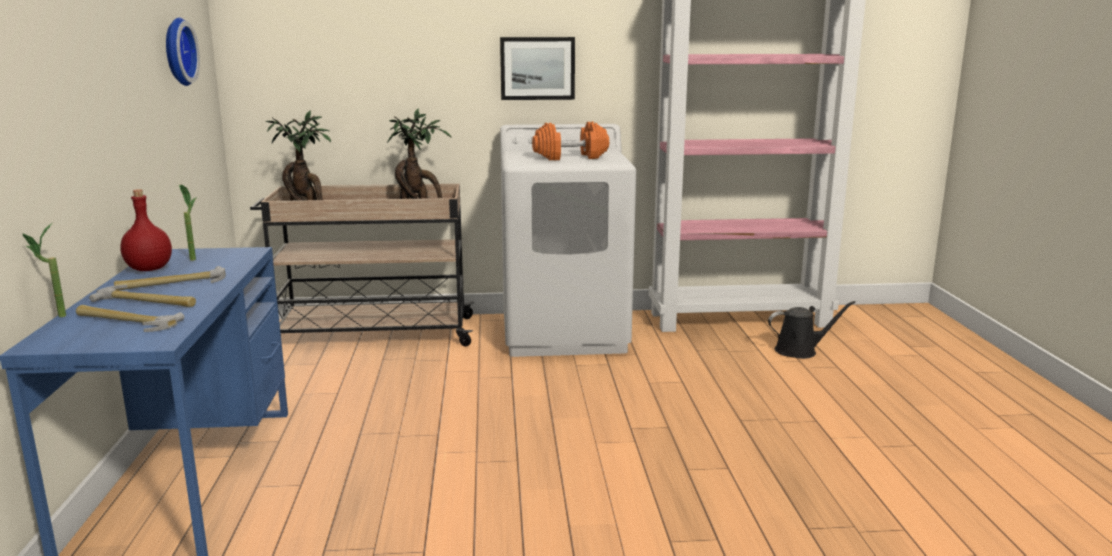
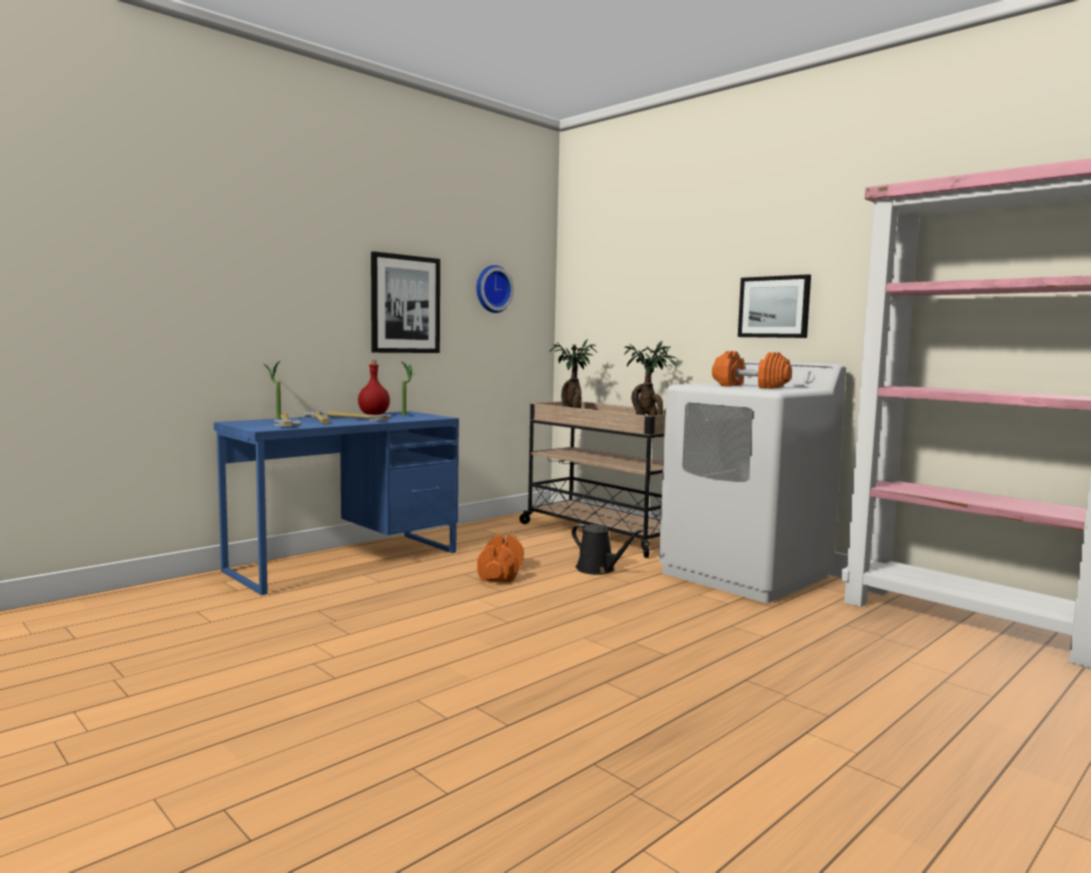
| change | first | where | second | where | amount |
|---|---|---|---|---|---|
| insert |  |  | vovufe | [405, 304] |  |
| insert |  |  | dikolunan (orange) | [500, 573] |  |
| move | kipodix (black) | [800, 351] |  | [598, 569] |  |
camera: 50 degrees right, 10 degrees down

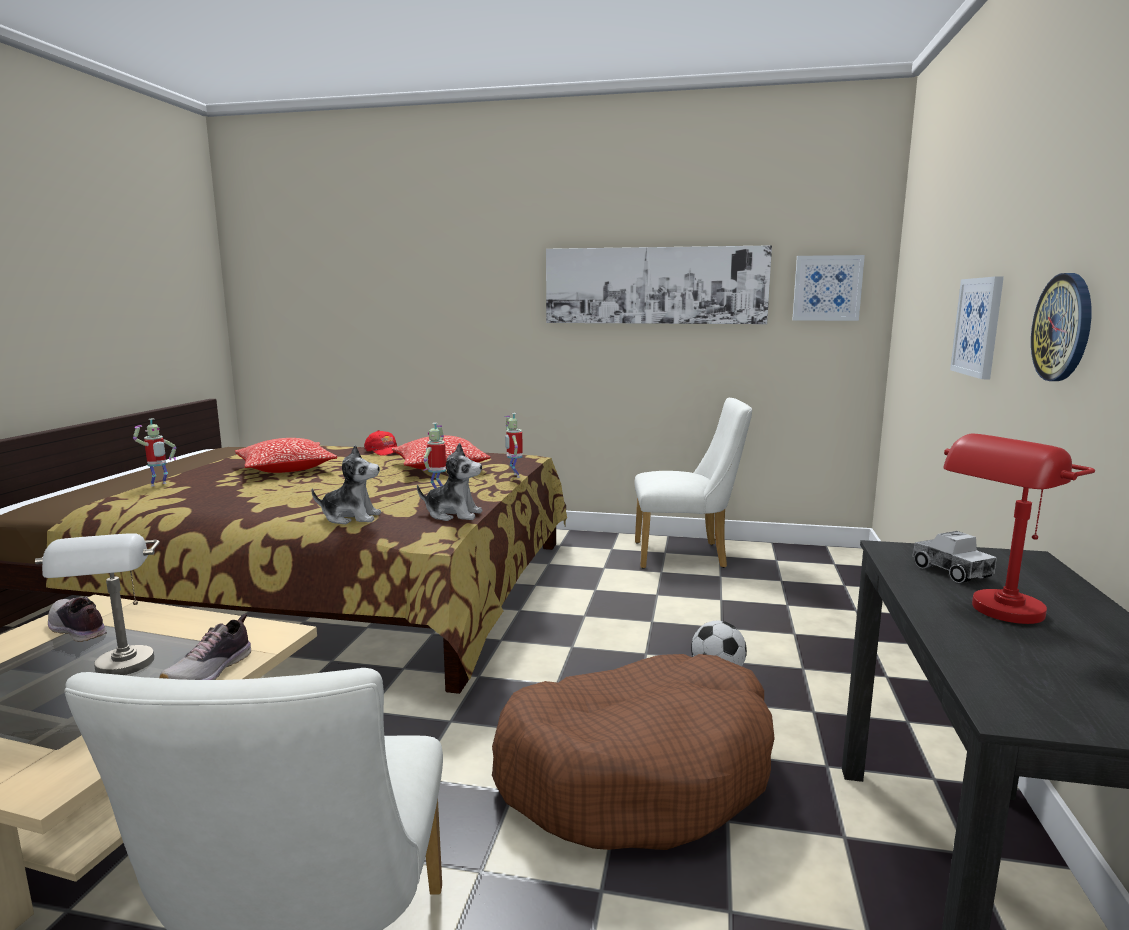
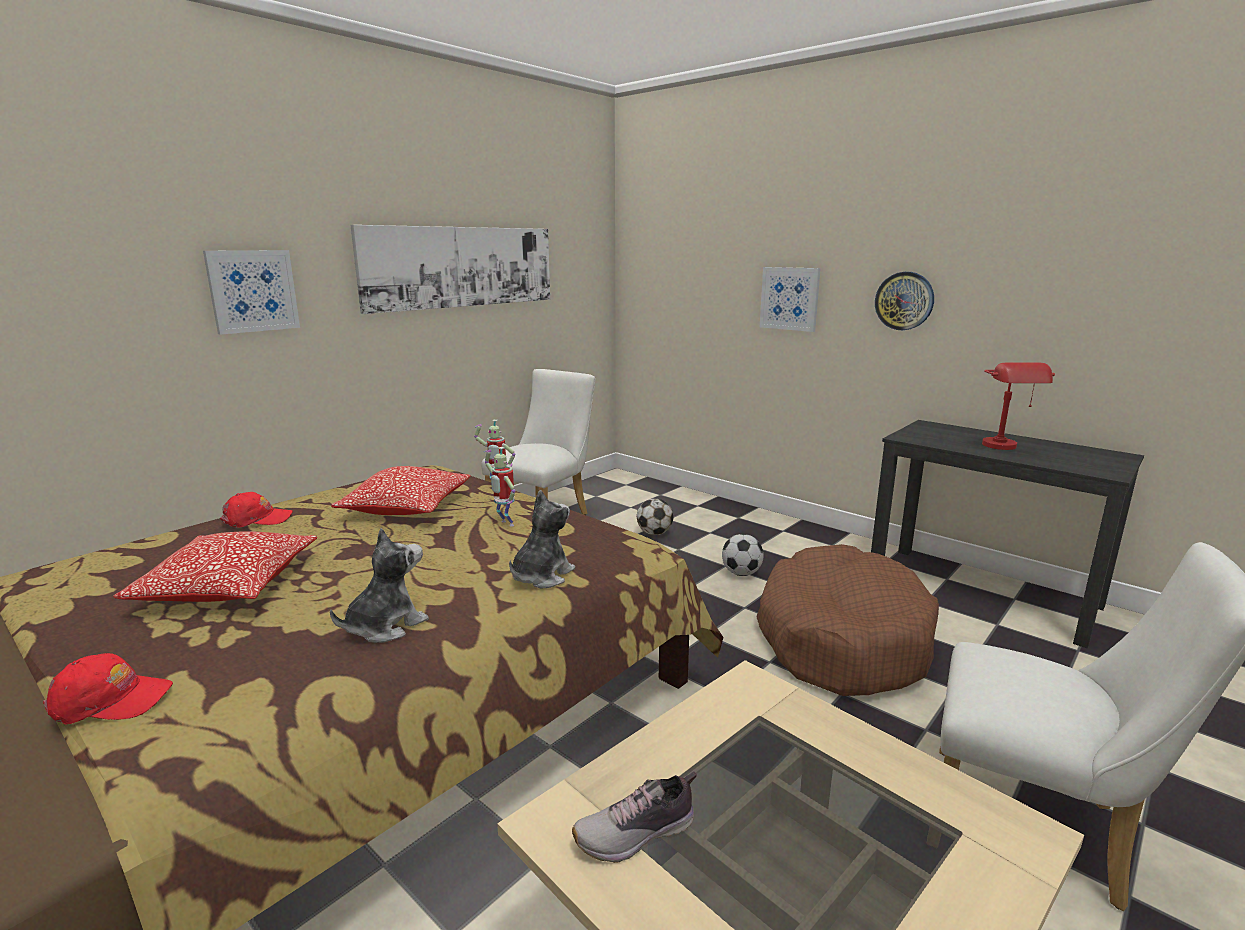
| change | first | where | second | where | amount |
|---|---|---|---|---|---|
| replace | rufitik | [159, 485] | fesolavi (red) | [111, 700] |  |
| move | vovufe | [827, 288] |  | [252, 291] |  |
| move | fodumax | [453, 514] |  | [385, 626] |  |
| insert |  |  | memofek | [654, 533] |  |
| delete | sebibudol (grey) | [121, 672] |  |  |  |
| delete | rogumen | [211, 671] |  |  |  |
| delete | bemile | [951, 571] |  |  |  |
camera: 60 degrees left, 5 degrees up

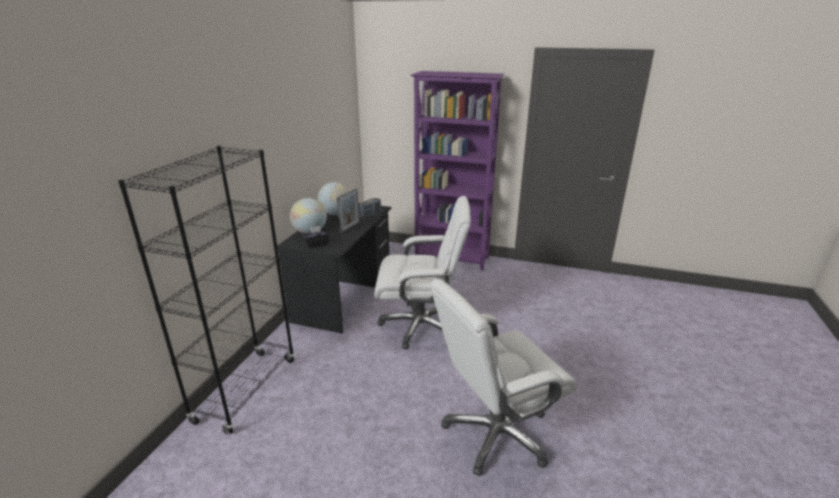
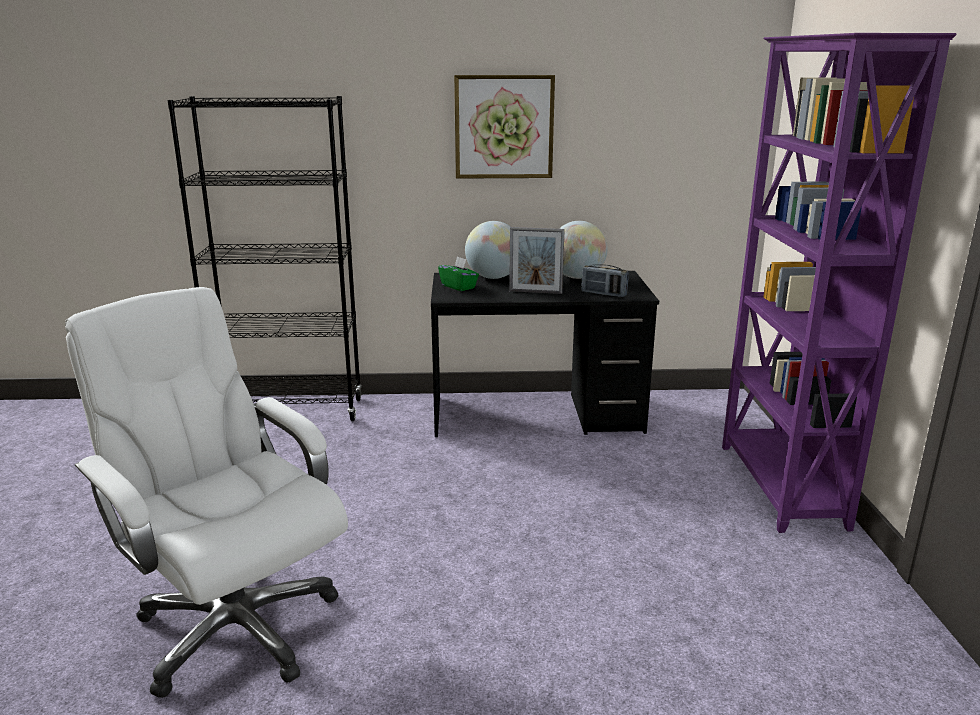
| change | first | where | second | where | amount |
|---|---|---|---|---|---|
| recolor | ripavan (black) | [317, 244] | ripavan (green) | [458, 286] |  |
| insert |  |  | vovufe | [504, 127] |  |
| delete | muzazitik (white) | [420, 325] |  |  |  |
camera: 70 degrees right, 5 degrees down

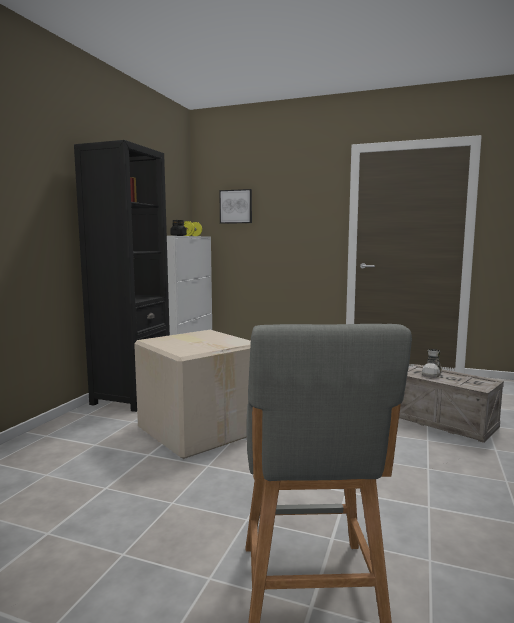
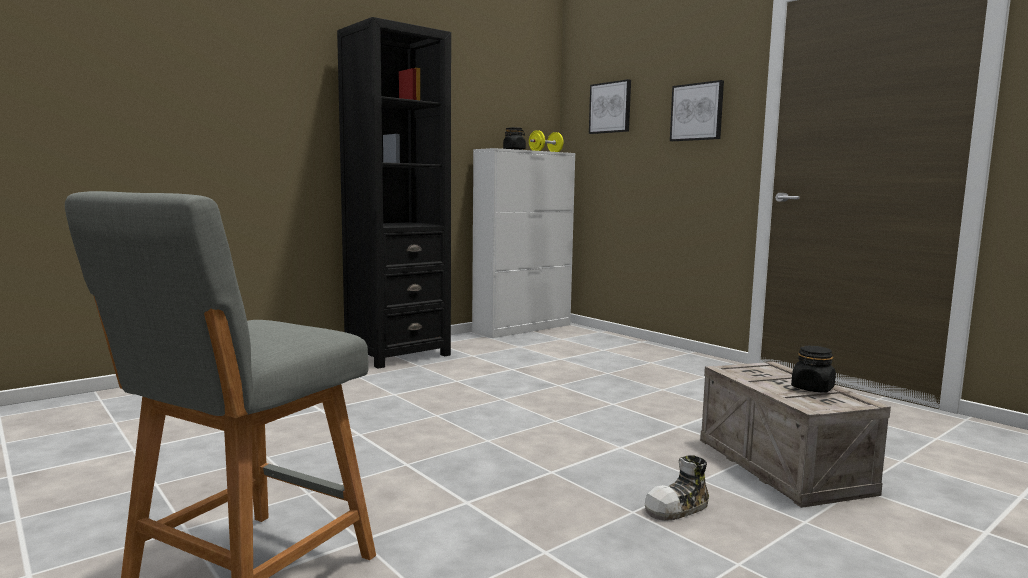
| change | first | where | second | where | amount |
|---|---|---|---|---|---|
| move | rogumen | [432, 373] |  | [678, 508] |  |
| insert |  |  | vovufe | [697, 112] |  |
| insert |  |  | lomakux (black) | [812, 388] |  |
| delete | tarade | [199, 429] |  |  |  |
camera: 30 degrees right, 0 degrees up

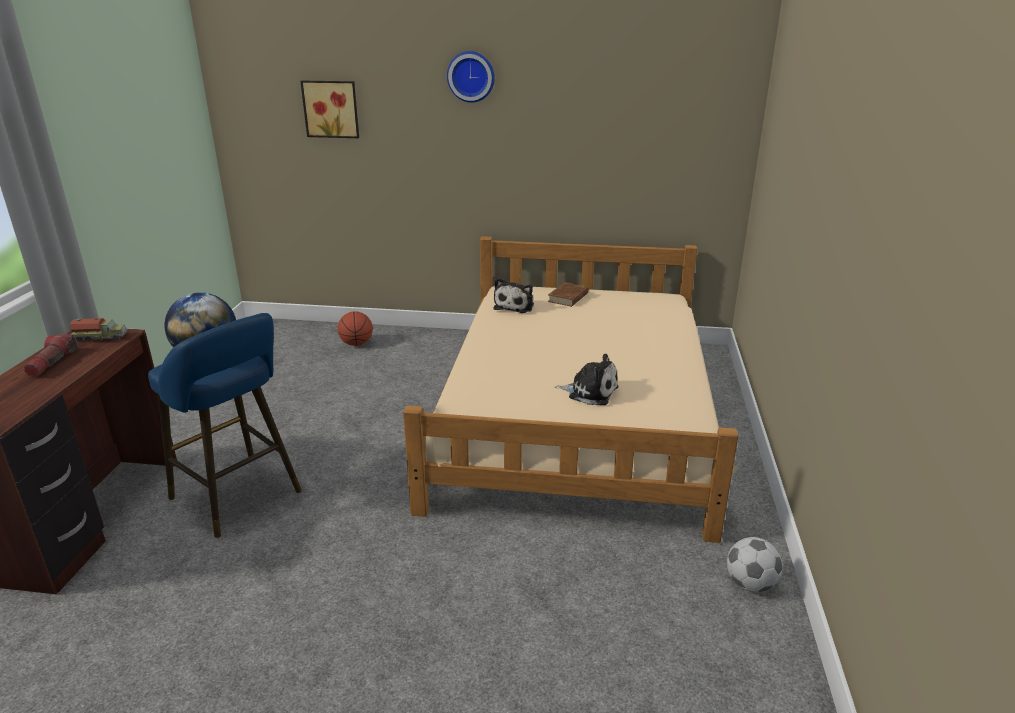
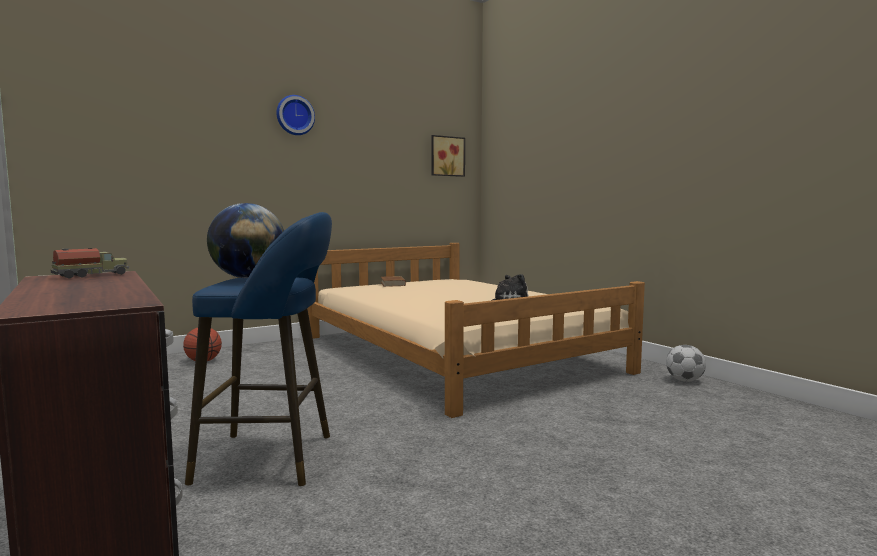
| change | first | where | second | where | amount |
|---|---|---|---|---|---|
| move | vovufe | [331, 109] |  | [446, 156] |  |
| delete | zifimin | [52, 363] |  |  |  |
| delete | fodumax | [515, 306] |  |  |  |
camera: 40 degrees left, 20 degrees down

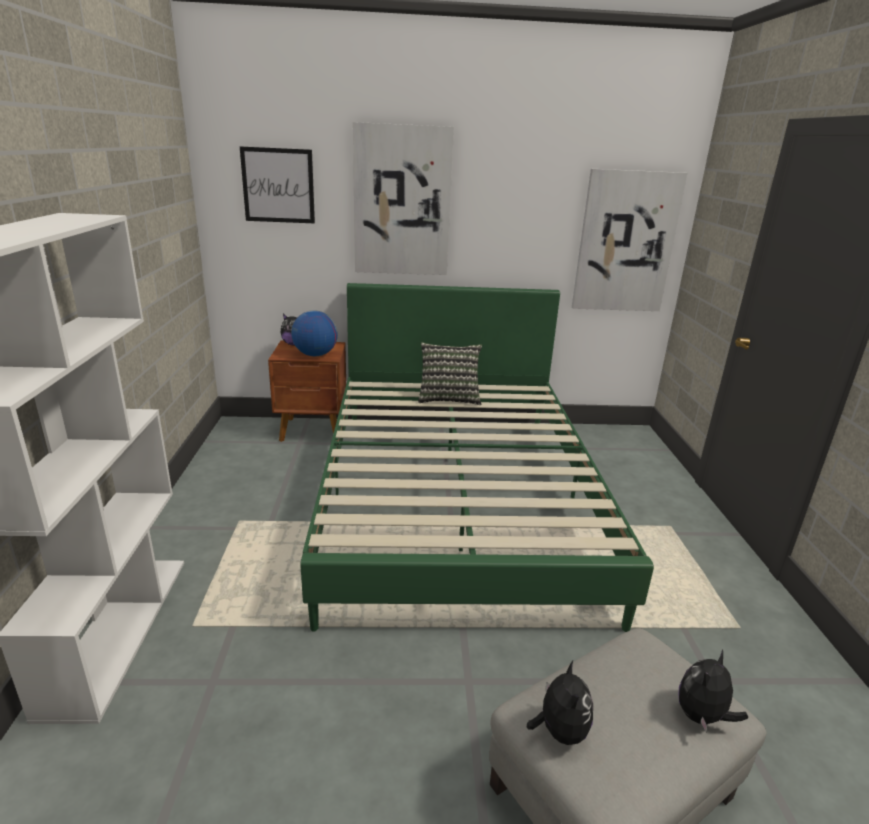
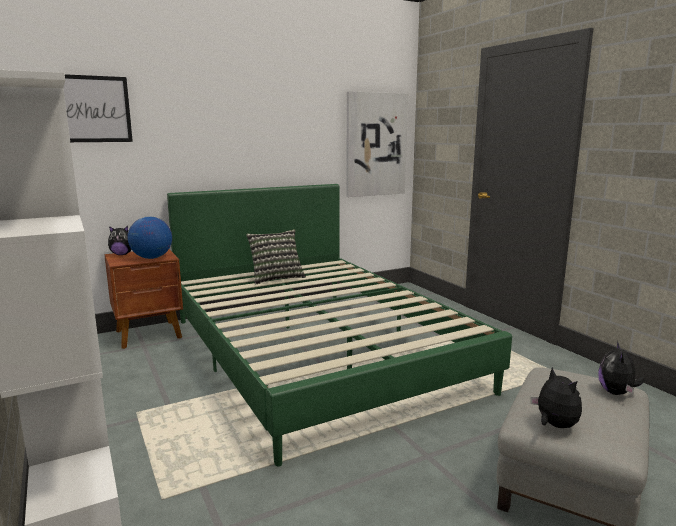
| change | first | where | second | where | amount |
|---|---|---|---|---|---|
| delete | vovufe | [402, 202] |  |  |  |
camera: 25 degrees left, 10 degrees down

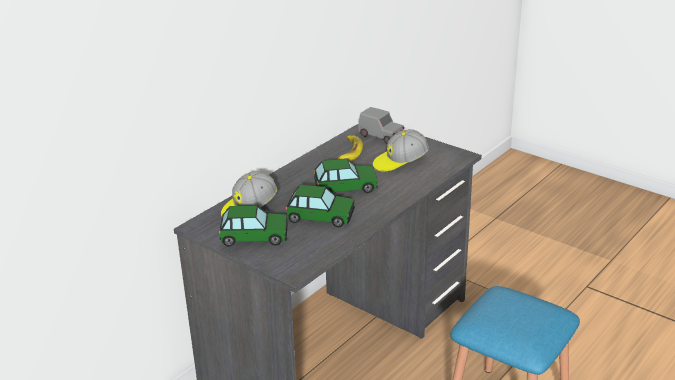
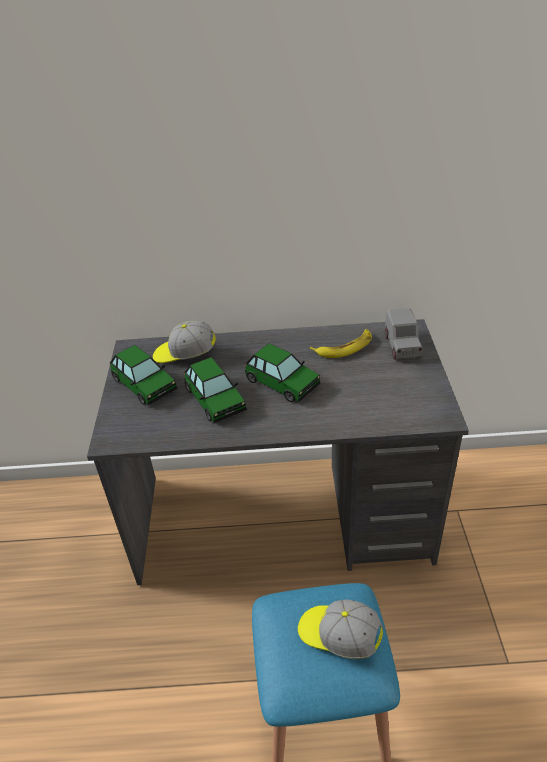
| change | first | where | second | where | amount |
|---|---|---|---|---|---|
| move | fesolavi | [400, 162] |  | [338, 636] |  |
camera: 50 degrees right, 10 degrees up

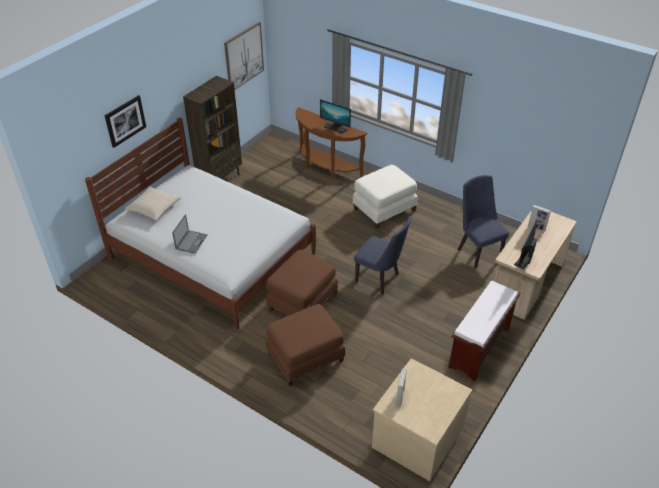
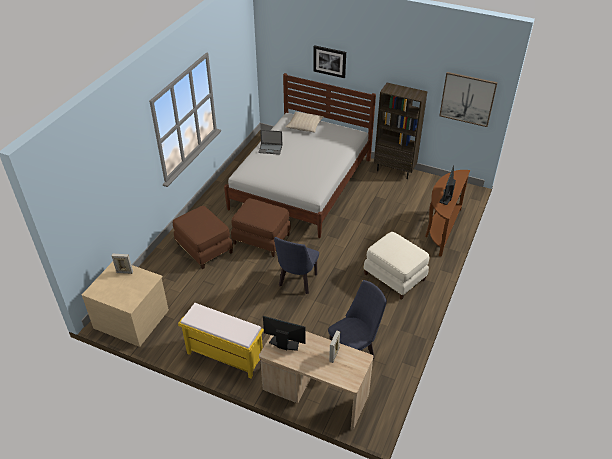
| change | first | where | second | where | amount |
|---|---|---|---|---|---|
| recolor | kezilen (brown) | [479, 348] | kezilen (yellow) | [224, 356] |  |
camera: 80 degrees right, 0 degrees up

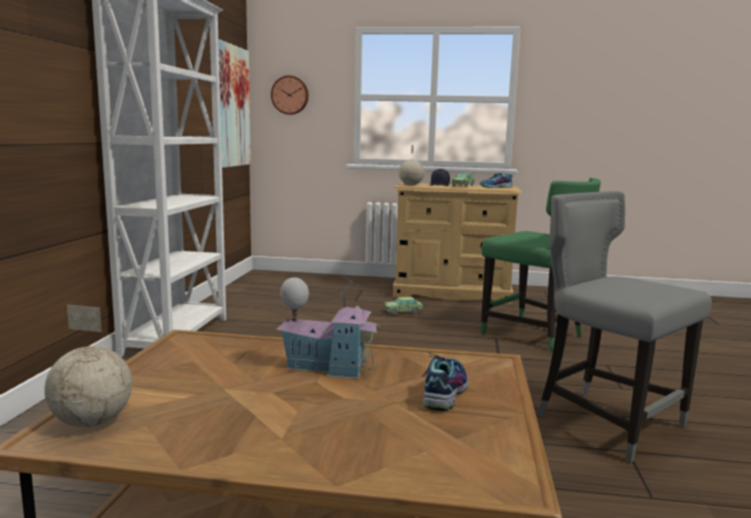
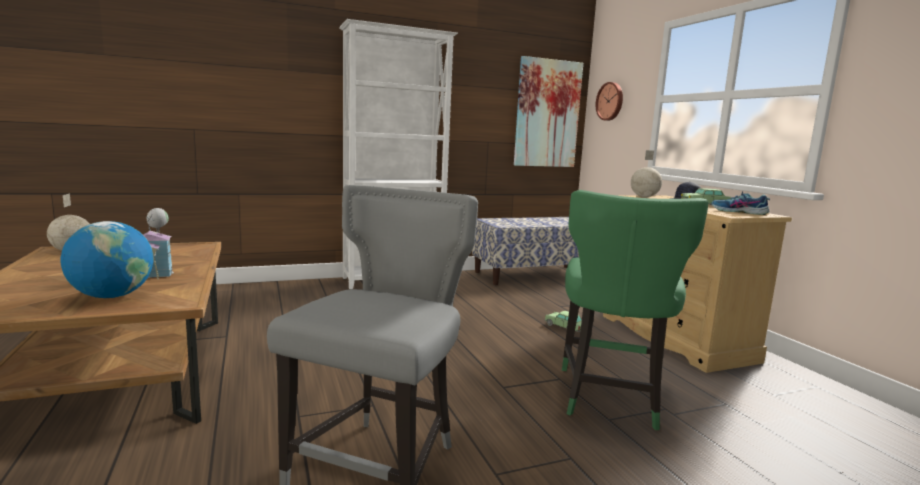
| change | first | where | second | where | amount |
|---|---|---|---|---|---|
| replace | rogumen | [443, 391] | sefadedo | [112, 296] |  |
| insert |  |  | kezilen | [533, 275] |  |
camera: 60 degrees right, 0 degrees up

